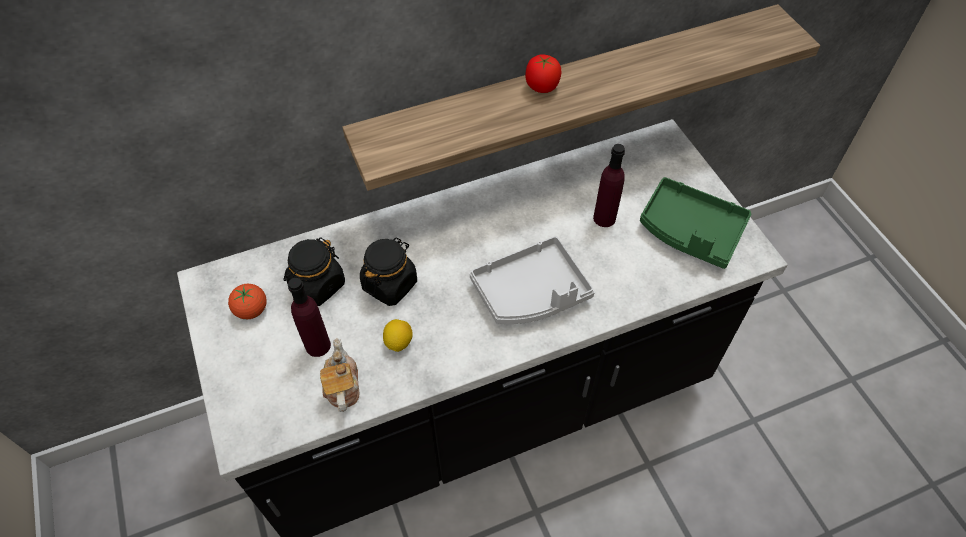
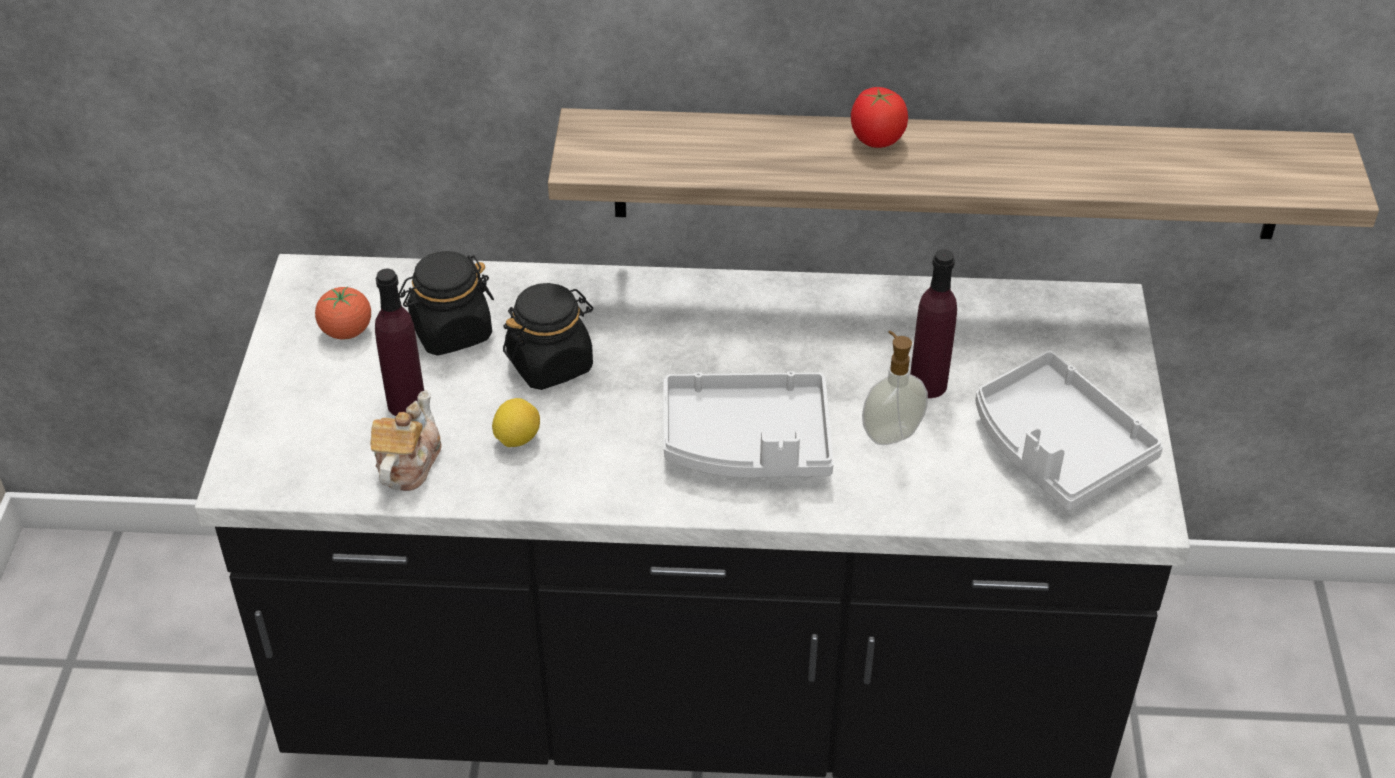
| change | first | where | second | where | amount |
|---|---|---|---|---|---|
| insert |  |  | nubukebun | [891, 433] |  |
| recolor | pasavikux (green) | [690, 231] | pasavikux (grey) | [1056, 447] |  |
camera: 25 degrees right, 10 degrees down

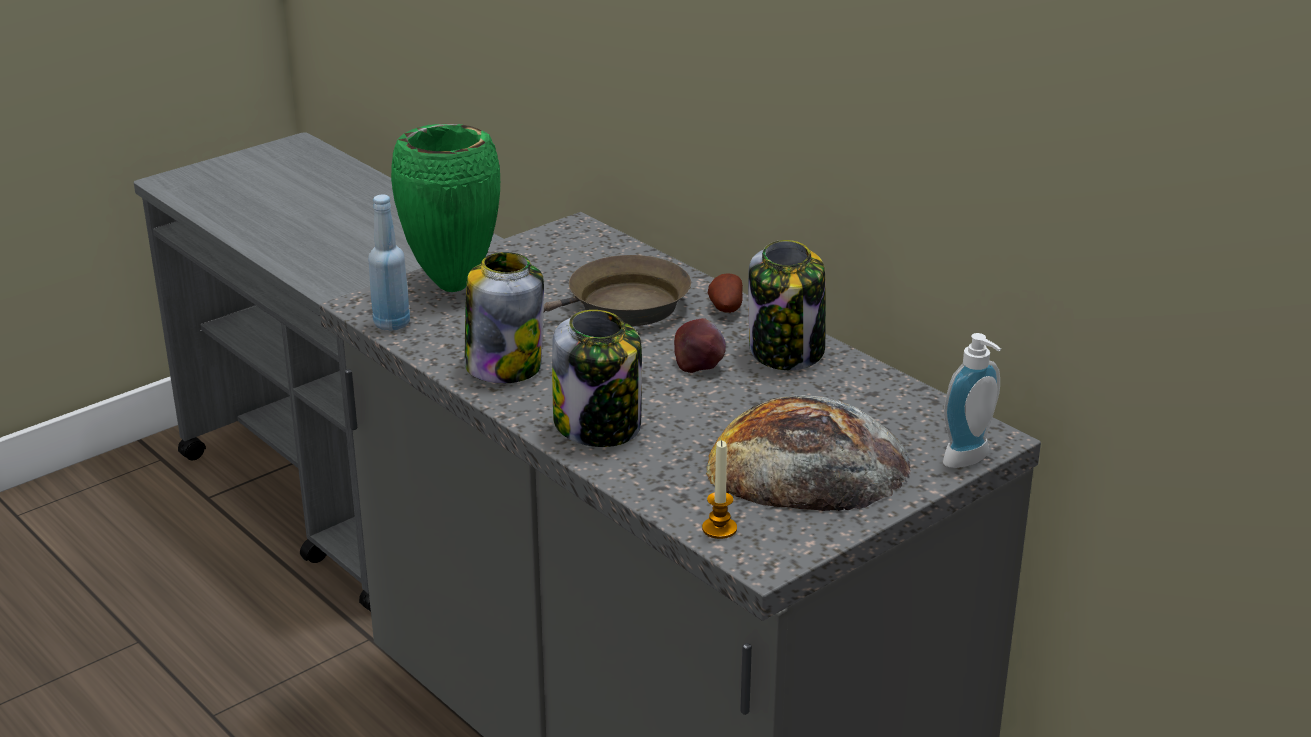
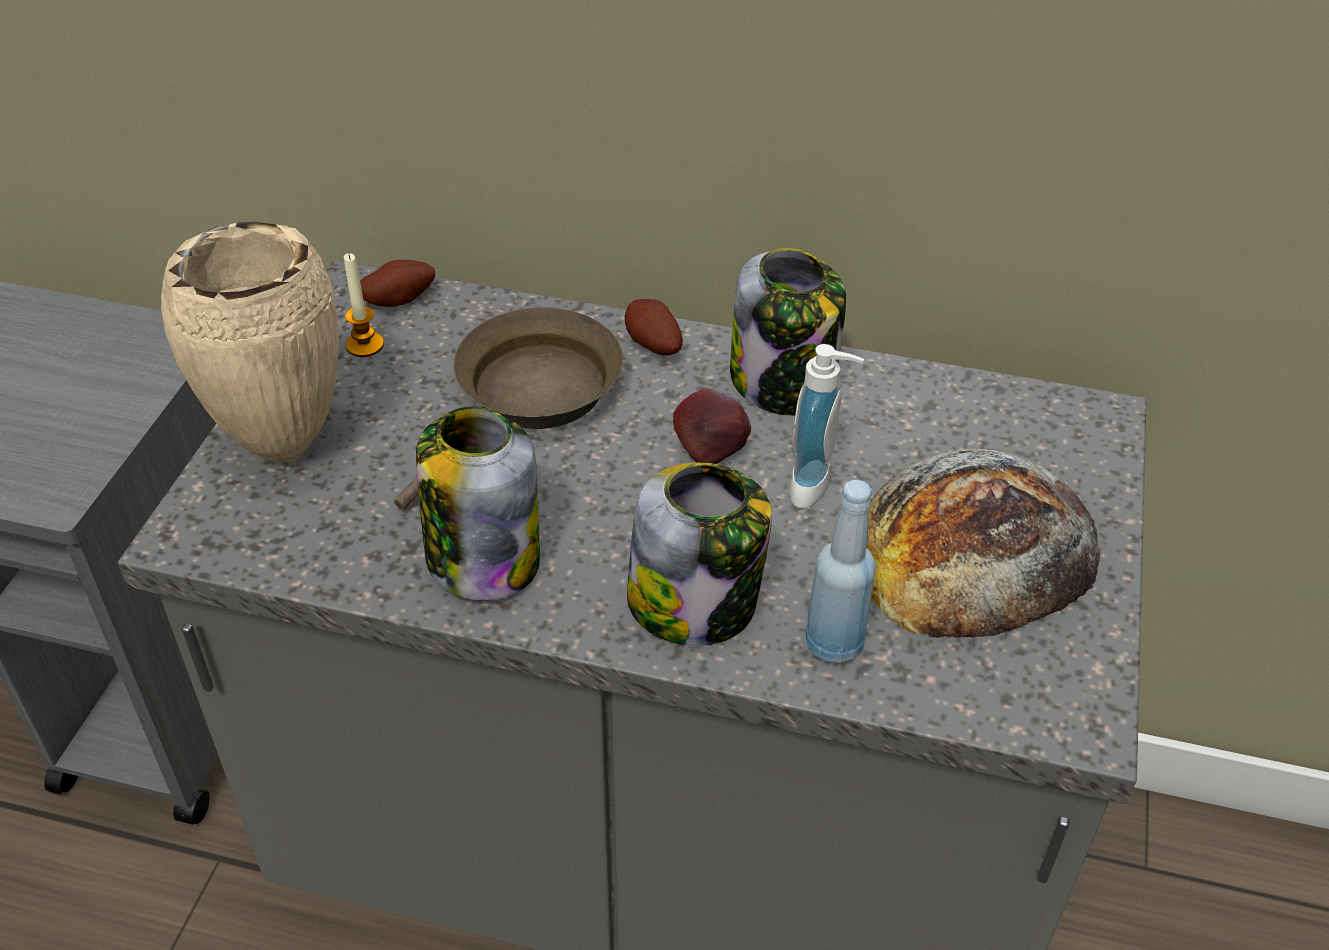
| change | first | where | second | where | amount |
|---|---|---|---|---|---|
| recolor | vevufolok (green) | [453, 285] | vevufolok (beige) | [283, 448] |  |
| move | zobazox | [719, 528] |  | [364, 345] |  |
| insert |  |  | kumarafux | [398, 299] |  |
| move | nubukebun | [970, 460] |  | [817, 487] |  |
| move | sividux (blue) | [391, 324] |  | [833, 644] |  |
camera: 35 degrees left, 15 degrees up

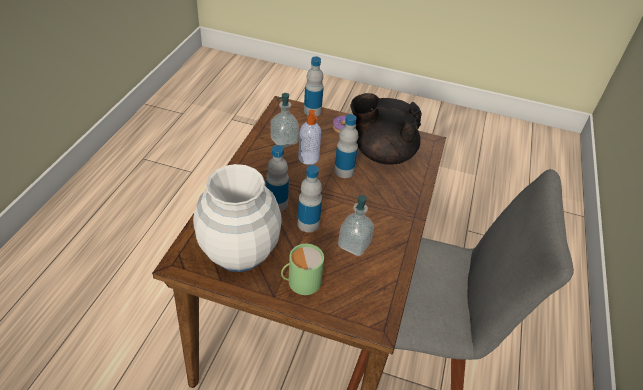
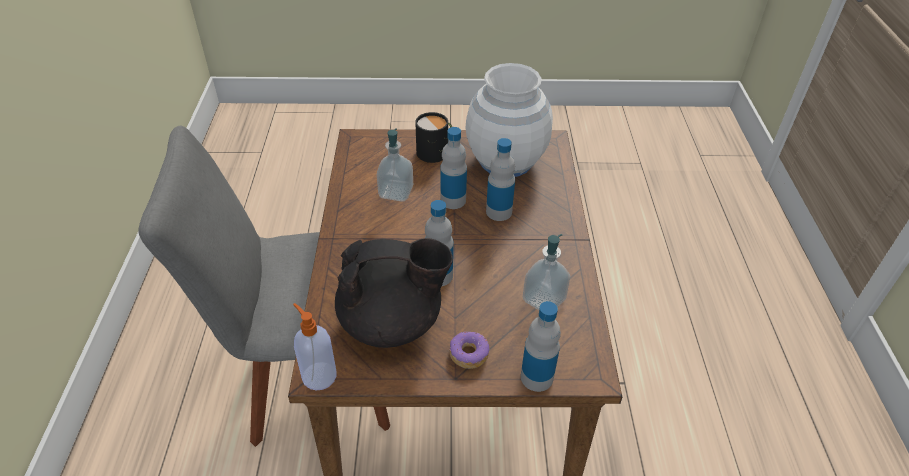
| change | first | where | second | where | amount |
|---|---|---|---|---|---|
| move | nubukebun | [309, 158] |  | [318, 375] |  |
| recolor | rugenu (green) | [300, 281] | rugenu (black) | [435, 151] |  |
camera: 165 degrees right, 0 degrees up

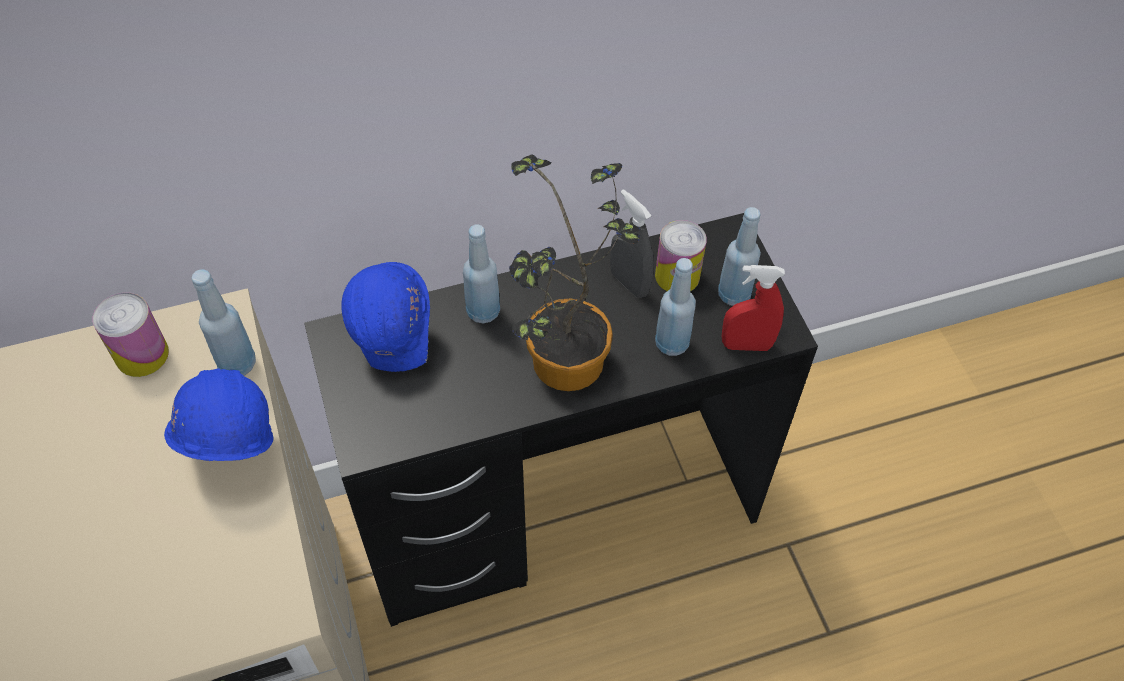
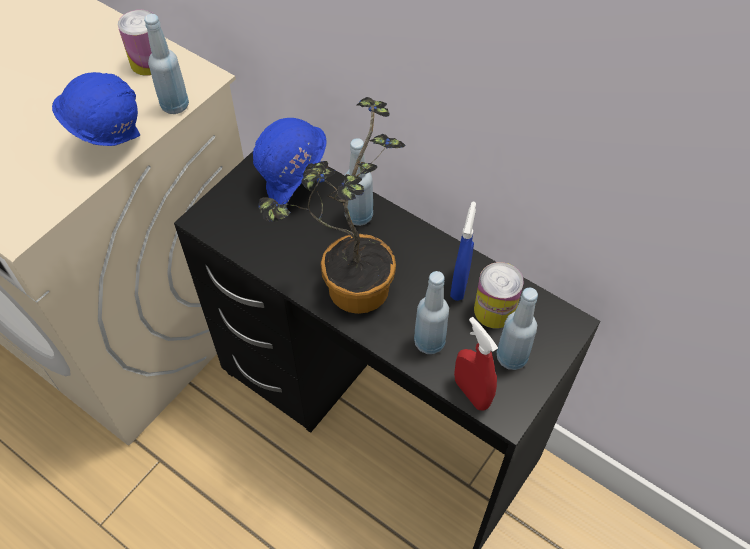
| change | first | where | second | where | amount |
|---|---|---|---|---|---|
| recolor | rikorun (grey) | [629, 283] | rikorun (blue) | [459, 284] |  |
camera: 55 degrees right, 0 degrees up

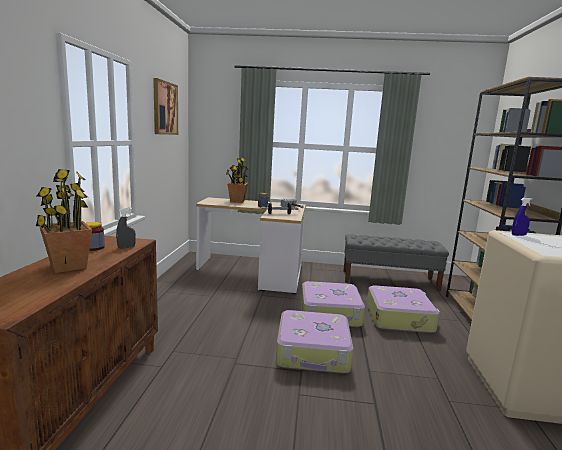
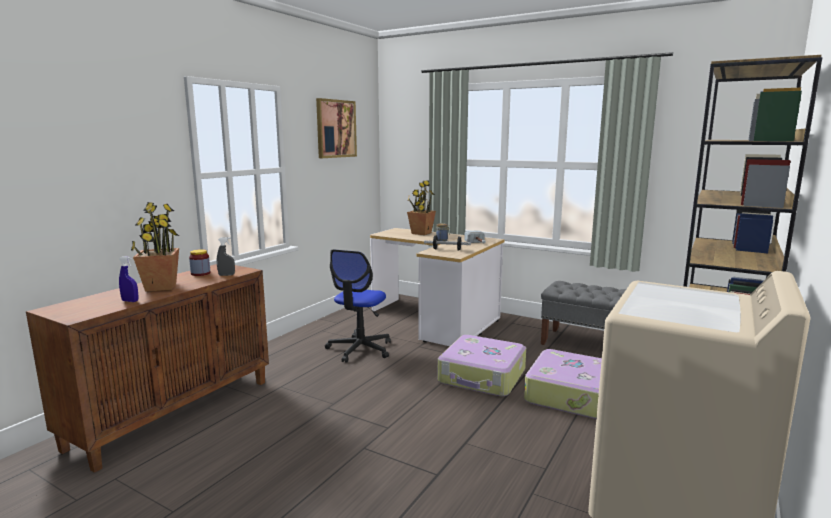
| change | first | where | second | where | amount |
|---|---|---|---|---|---|
| move | rikorun (blue) | [518, 235] |  | [130, 301] |  |
| insert |  |  | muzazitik | [360, 349] |  |
| delete | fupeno | [313, 352] |  |  |  |
camera: 25 degrees right, 0 degrees up

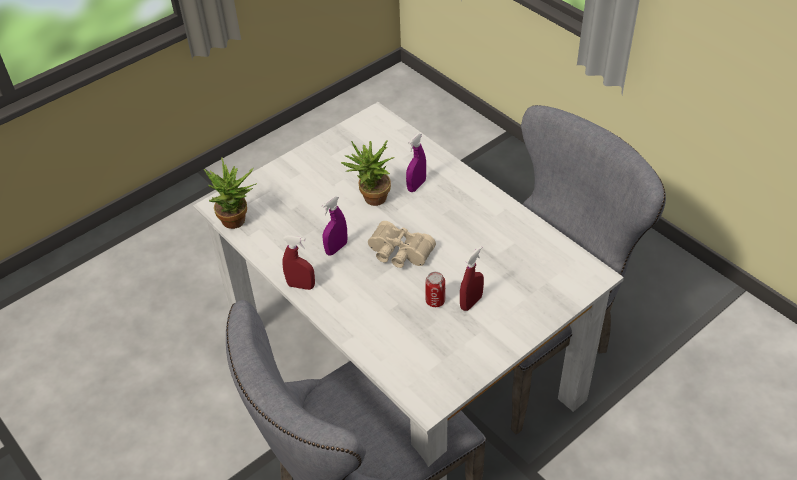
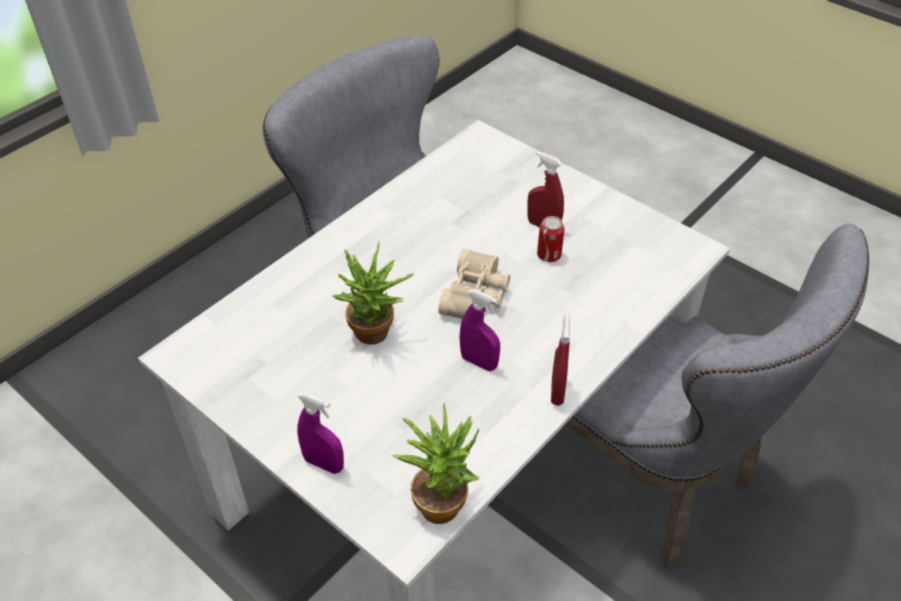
| change | first | where | second | where | amount |
|---|---|---|---|---|---|
| move | rikorun (purple) | [416, 185] |  | [324, 464] |  |
camera: 100 degrees left, 0 degrees up

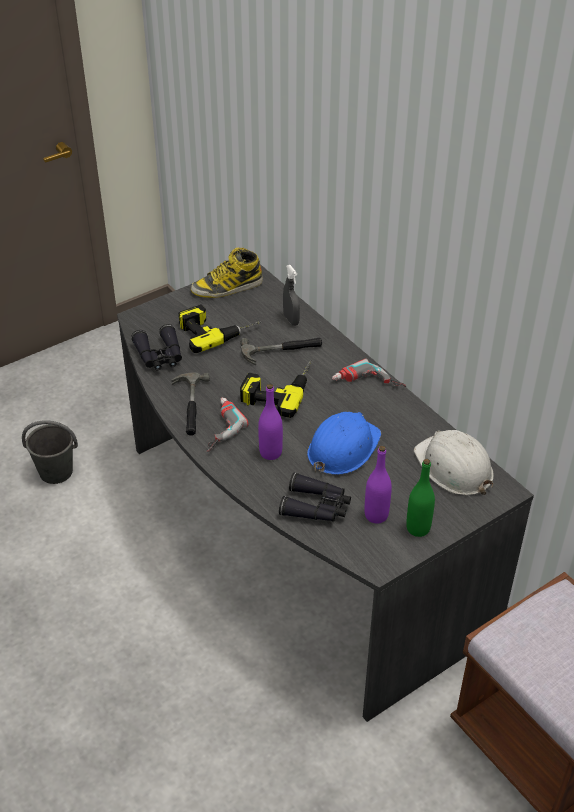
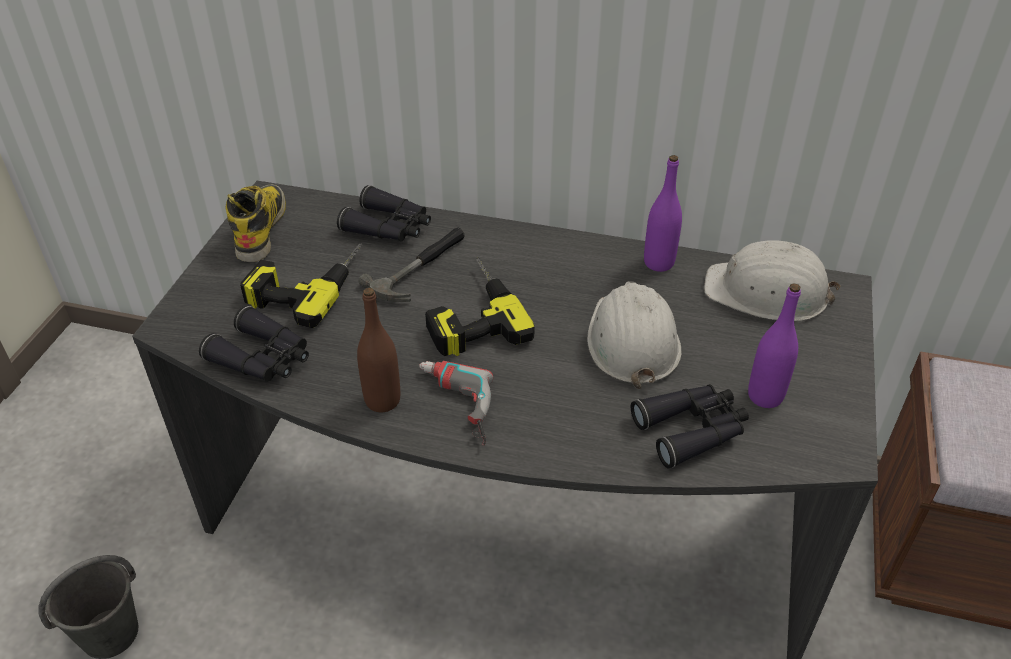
| change | first | where | second | where | amount |
|---|---|---|---|---|---|
| rotate | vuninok | [227, 287] |  | [261, 228] | 150 degrees clockwise |
| replace | rikorun (grey) | [291, 320] | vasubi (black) | [389, 227] |  |
| replace | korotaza | [190, 406] | sividux (brown) | [382, 400] |  |
| recolor | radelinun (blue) | [342, 448] | radelinun (white) | [631, 341] |  |
| move | sividux (purple) | [270, 453] |  | [658, 263] |  |
| delete | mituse | [367, 385] |  |  |  |
| delete | sividux (green) | [418, 528] |  |  |  |
camera: 40 degrees left, 0 degrees up

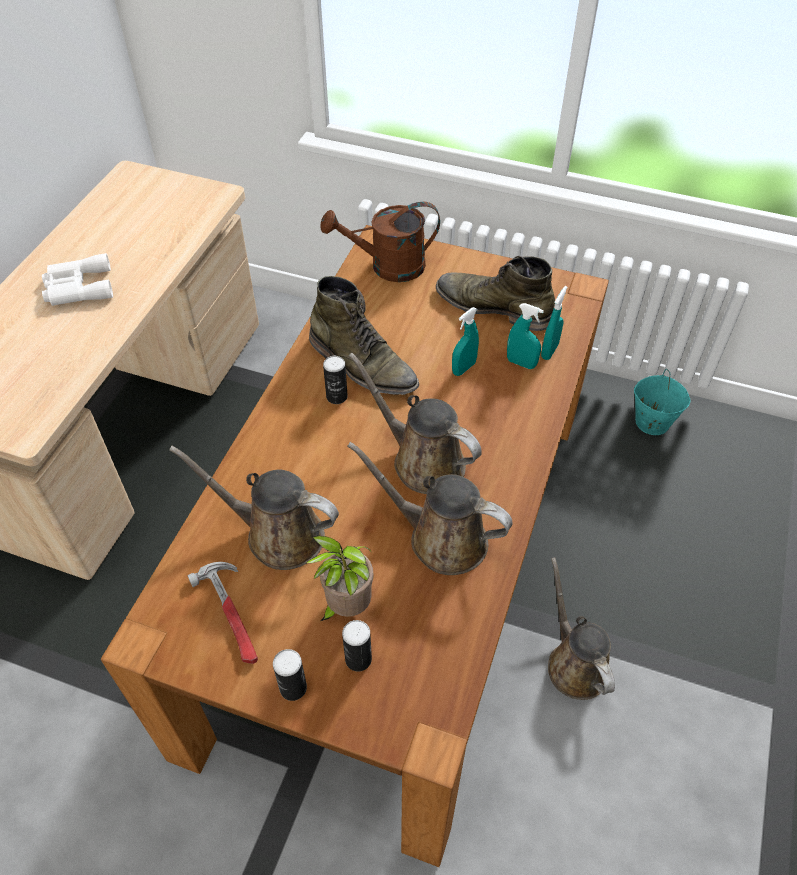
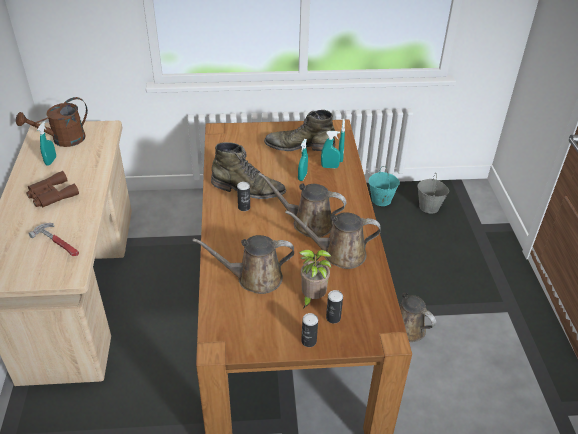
| change | first | where | second | where | amount |
|---|---|---|---|---|---|
| move | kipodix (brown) | [387, 267] |  | [63, 140] |  |
| recolor | vasubi (white) | [77, 287] | vasubi (brown) | [51, 195] |  |
| move | korotaza | [232, 614] |  | [58, 242] |  |
| insert |  |  | rikorun (turquoise) | [51, 161] |  |
| insert |  |  | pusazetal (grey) | [429, 207] |  |
camera: 25 degrees left, 10 degrees down

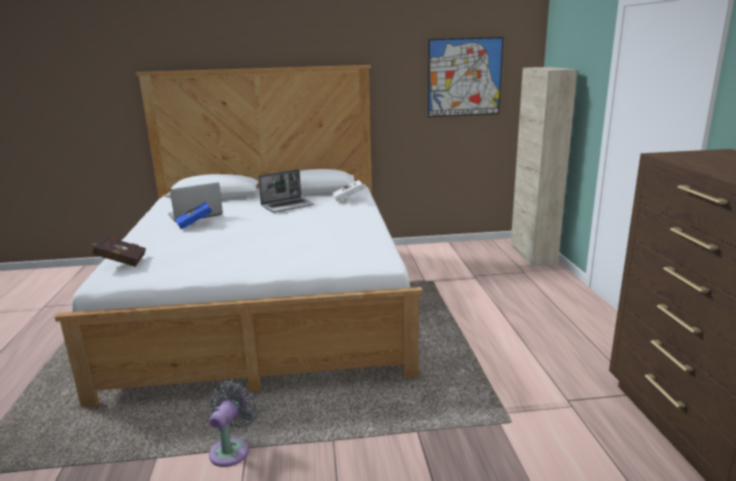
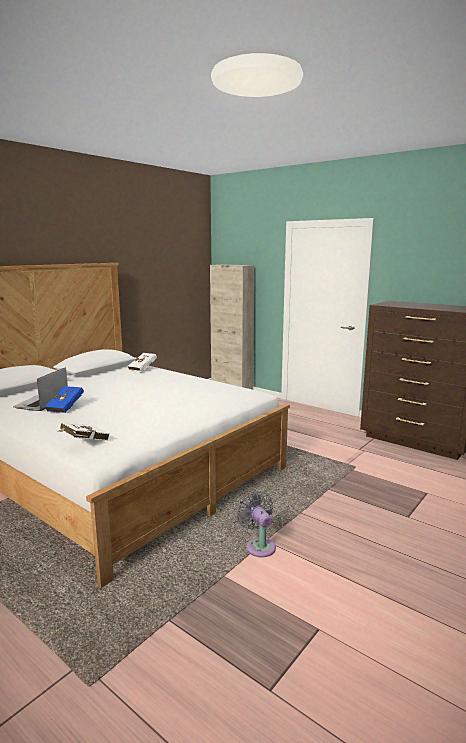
| change | first | where | second | where | amount |
|---|---|---|---|---|---|
| recolor | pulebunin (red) | [119, 262] | pulebunin (white) | [83, 442] |  |
| delete | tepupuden | [288, 206] |  |  |  |
| delete | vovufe | [464, 77] |  |  |  |
camera: 45 degrees left, 5 degrees down

